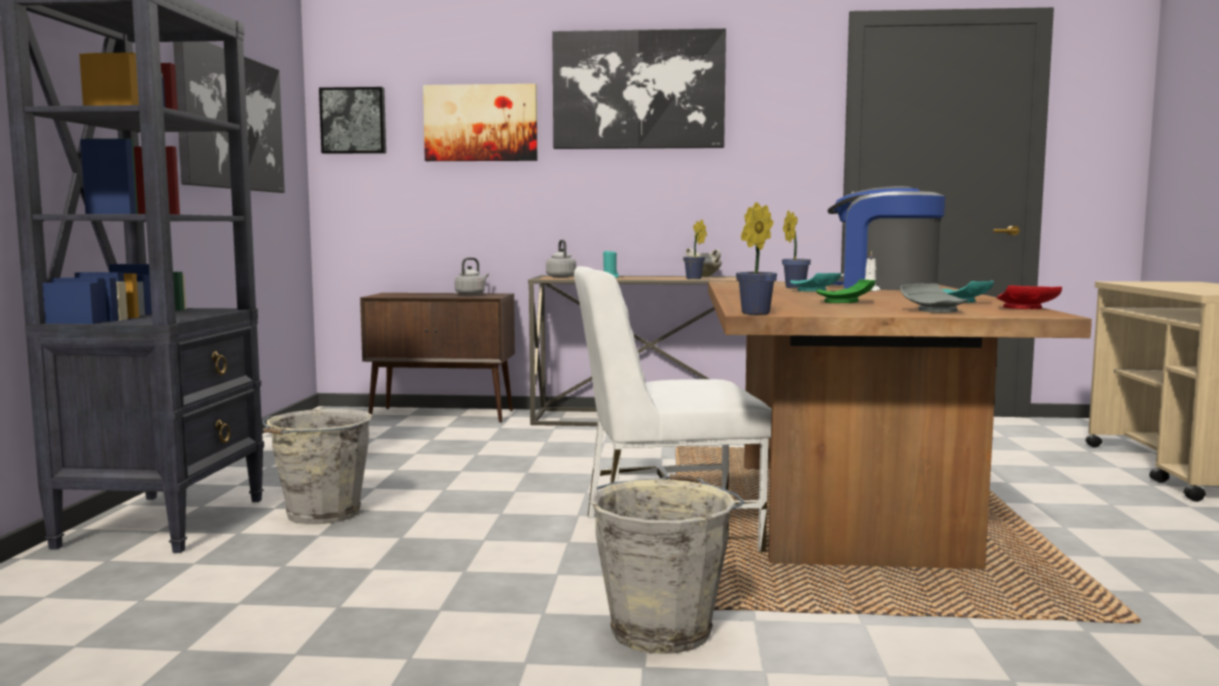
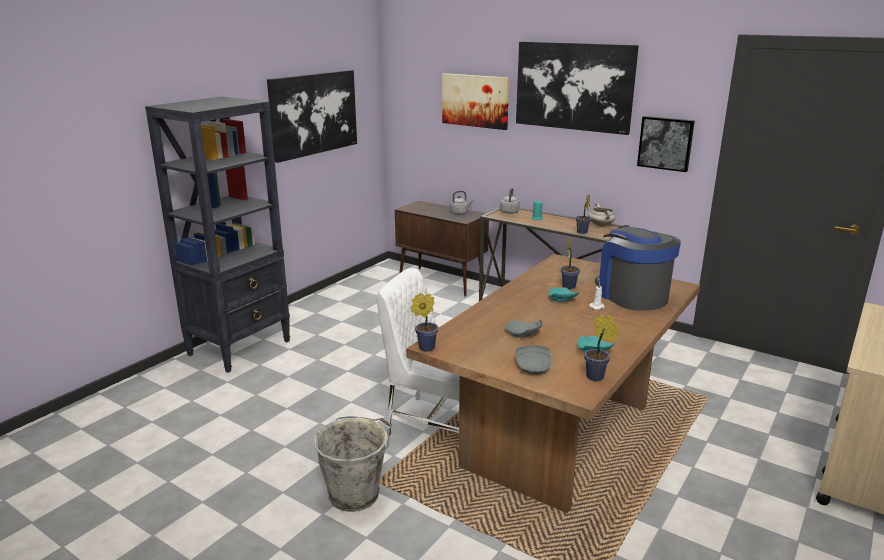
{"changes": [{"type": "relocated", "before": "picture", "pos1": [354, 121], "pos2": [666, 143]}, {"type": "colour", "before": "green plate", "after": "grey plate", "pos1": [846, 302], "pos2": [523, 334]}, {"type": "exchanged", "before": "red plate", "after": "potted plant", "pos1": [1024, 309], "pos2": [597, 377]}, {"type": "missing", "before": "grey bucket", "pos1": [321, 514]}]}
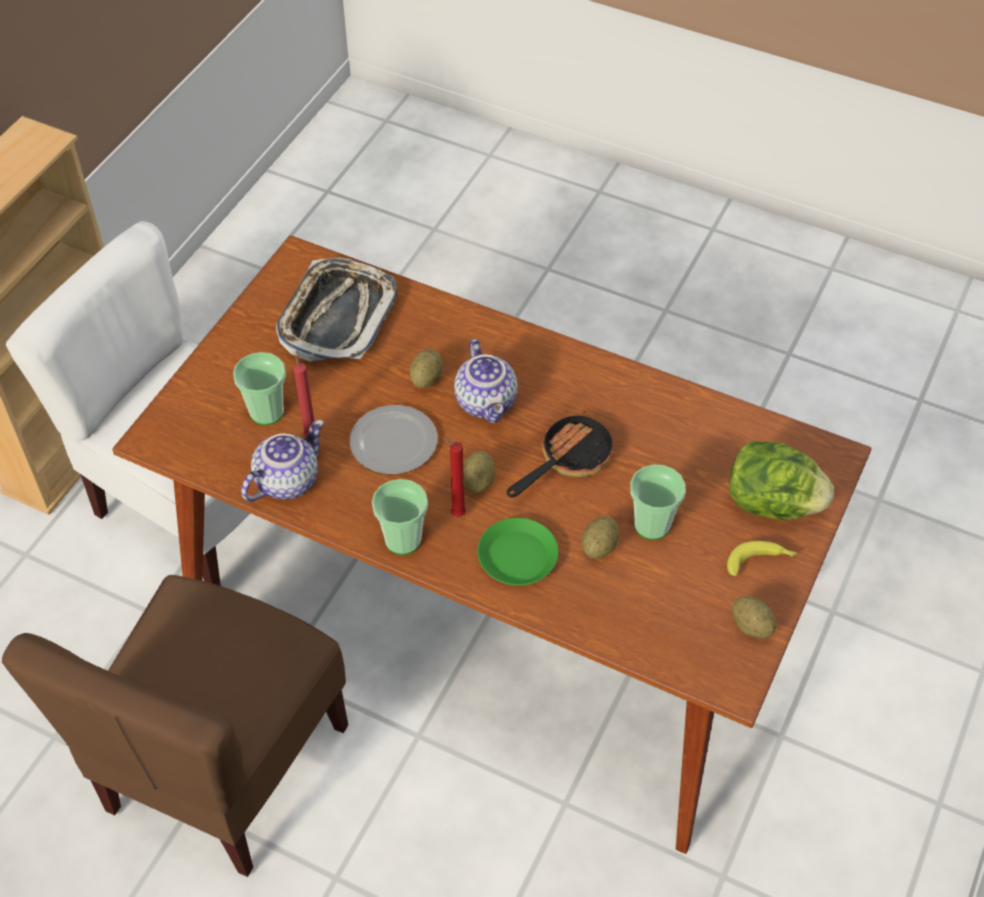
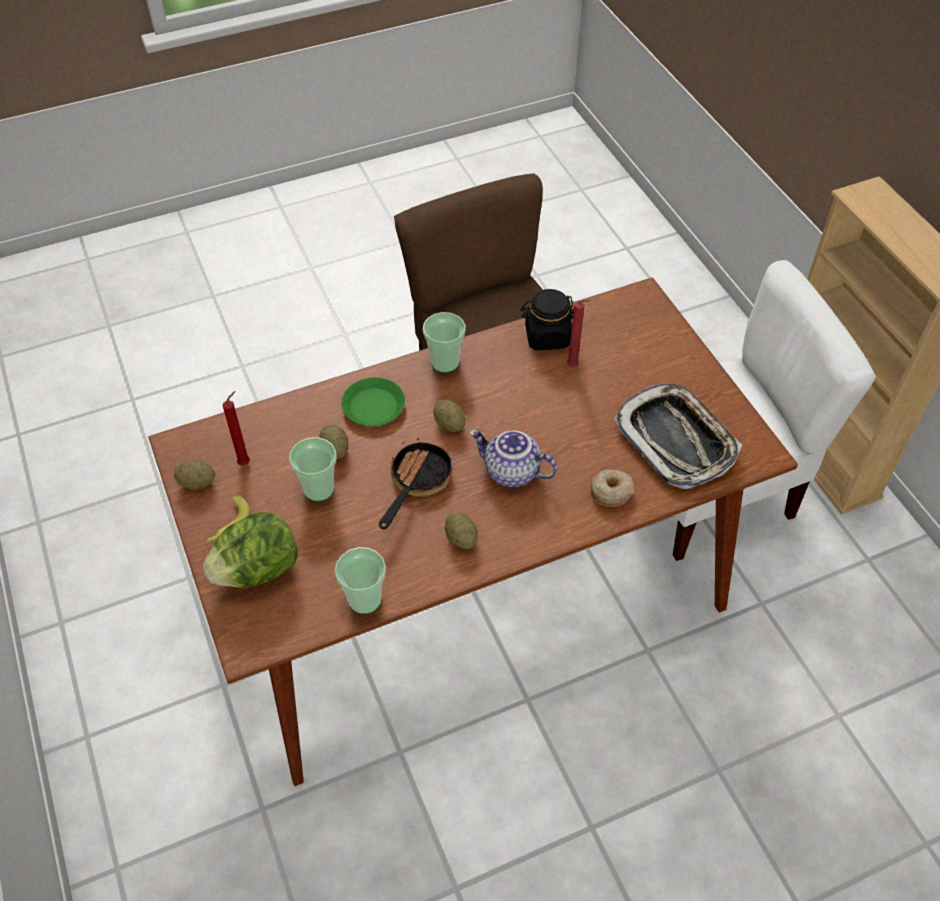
{"changes": [{"type": "relocated", "before": "potato", "pos1": [426, 379], "pos2": [461, 538]}, {"type": "relocated", "before": "cup", "pos1": [267, 412], "pos2": [365, 600]}, {"type": "missing", "before": "plate", "pos1": [395, 442]}, {"type": "spun", "before": "frying pan", "pos1": [568, 459], "pos2": [416, 482], "turn": -150}, {"type": "exchanged", "before": "teapot", "after": "black jar", "pos1": [286, 480], "pos2": [547, 336]}, {"type": "relocated", "before": "red candle", "pos1": [455, 514], "pos2": [246, 462]}, {"type": "appeared", "after": "donut", "pos2": [611, 492]}]}
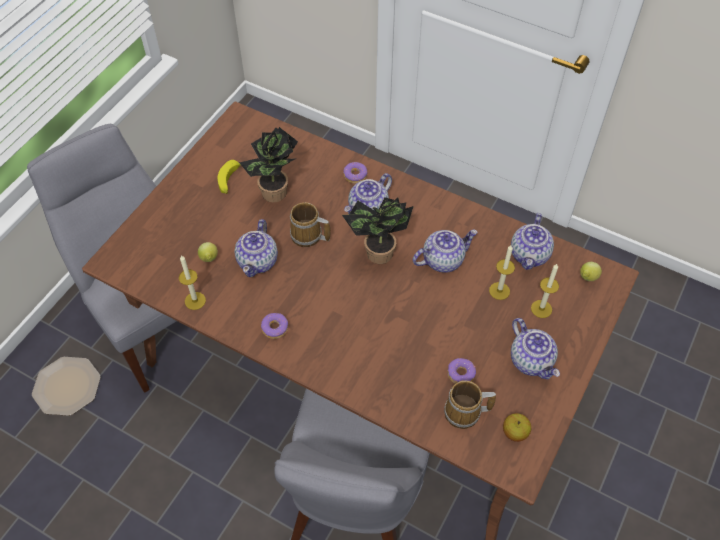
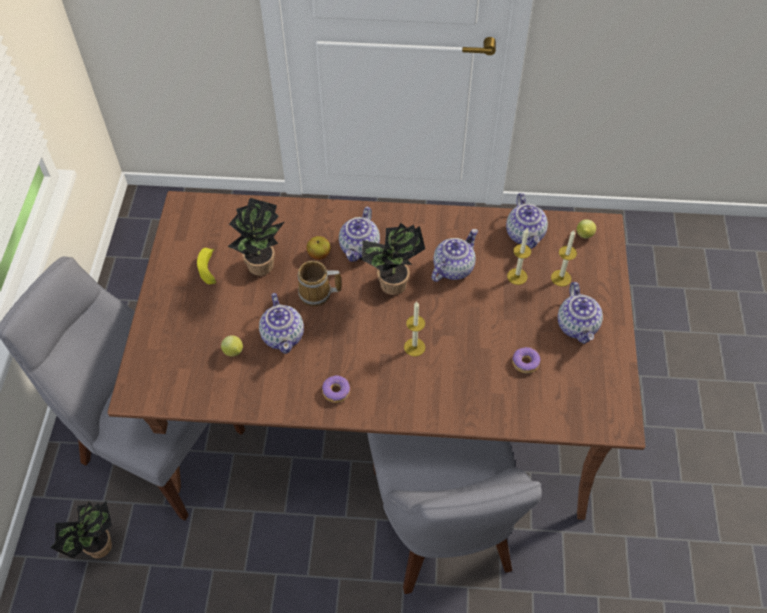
{"changes": [{"type": "missing", "before": "donut", "pos1": [355, 176]}, {"type": "relocated", "before": "candle", "pos1": [195, 301], "pos2": [414, 347]}, {"type": "spun", "before": "teapot", "pos1": [531, 361], "pos2": [578, 326], "turn": 45}, {"type": "exchanged", "before": "plate", "after": "potted plant", "pos1": [66, 386], "pos2": [98, 550]}, {"type": "missing", "before": "mug", "pos1": [465, 413]}, {"type": "relocated", "before": "apple", "pos1": [515, 432], "pos2": [319, 254]}]}
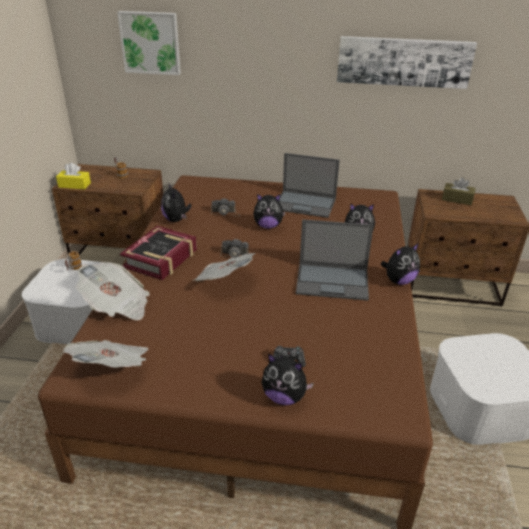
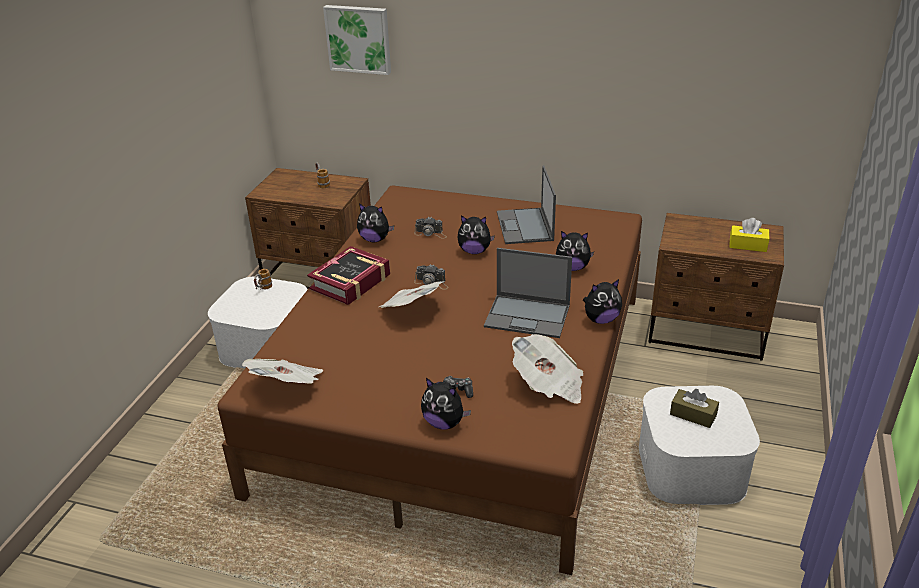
{"changes": [{"type": "missing", "before": "picture", "pos1": [403, 61]}, {"type": "spun", "before": "laptop", "pos1": [305, 204], "pos2": [525, 226], "turn": 60}, {"type": "relocated", "before": "yellow tissue box", "pos1": [74, 185], "pos2": [747, 245]}, {"type": "relocated", "before": "brown tissue box", "pos1": [457, 199], "pos2": [693, 415]}, {"type": "spun", "before": "plush toy", "pos1": [176, 220], "pos2": [375, 239], "turn": -60}, {"type": "relocated", "before": "newspaper", "pos1": [117, 306], "pos2": [548, 385]}]}
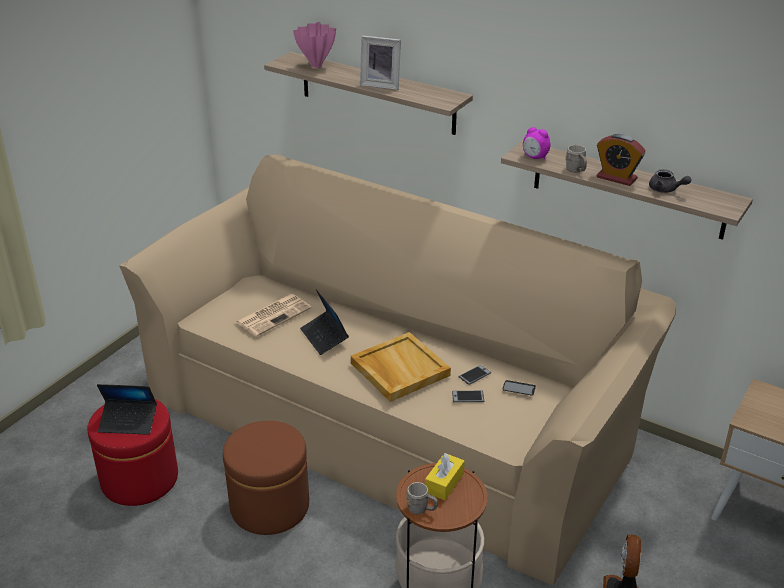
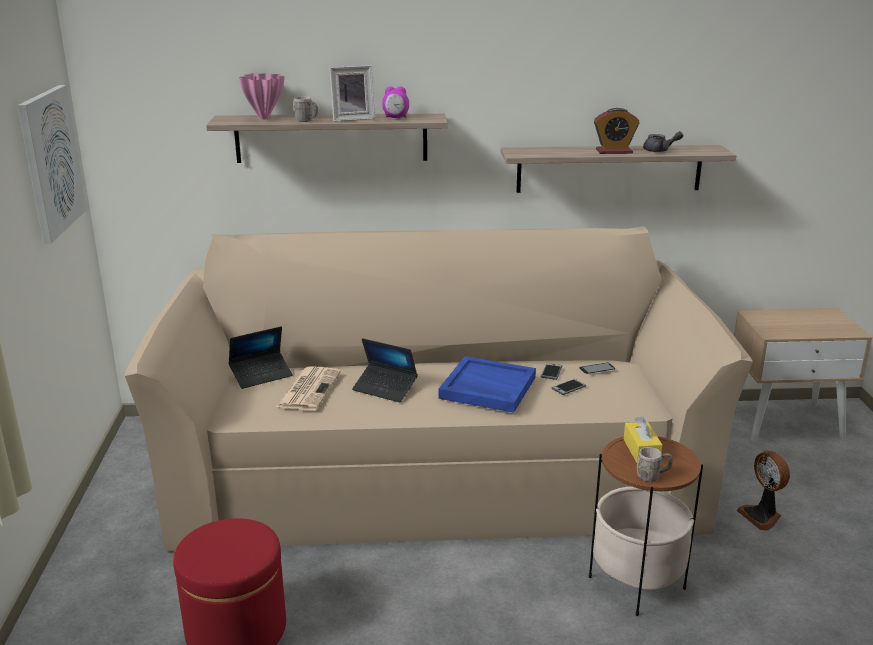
{"changes": [{"type": "relocated", "before": "alarm clock", "pos1": [535, 157], "pos2": [396, 117]}, {"type": "relocated", "before": "grey mug", "pos1": [576, 171], "pos2": [306, 121]}, {"type": "colour", "before": "beige tray", "after": "blue tray", "pos1": [399, 369], "pos2": [486, 388]}, {"type": "relocated", "before": "laptop", "pos1": [128, 422], "pos2": [261, 375]}, {"type": "missing", "before": "brown ottoman", "pos1": [270, 506]}, {"type": "appeared", "after": "picture", "pos2": [51, 162]}]}
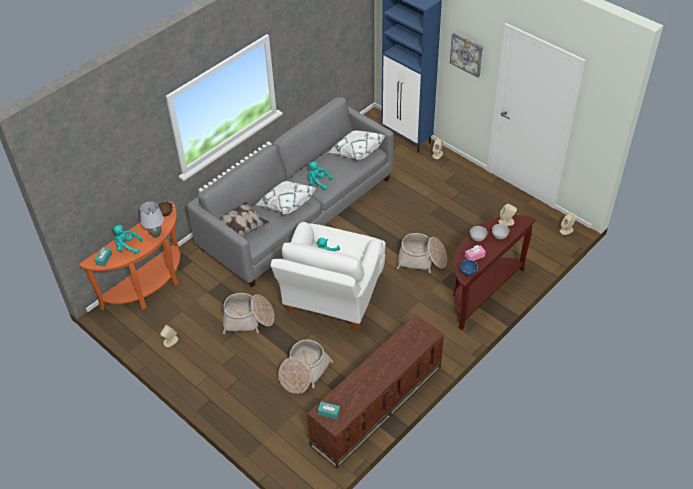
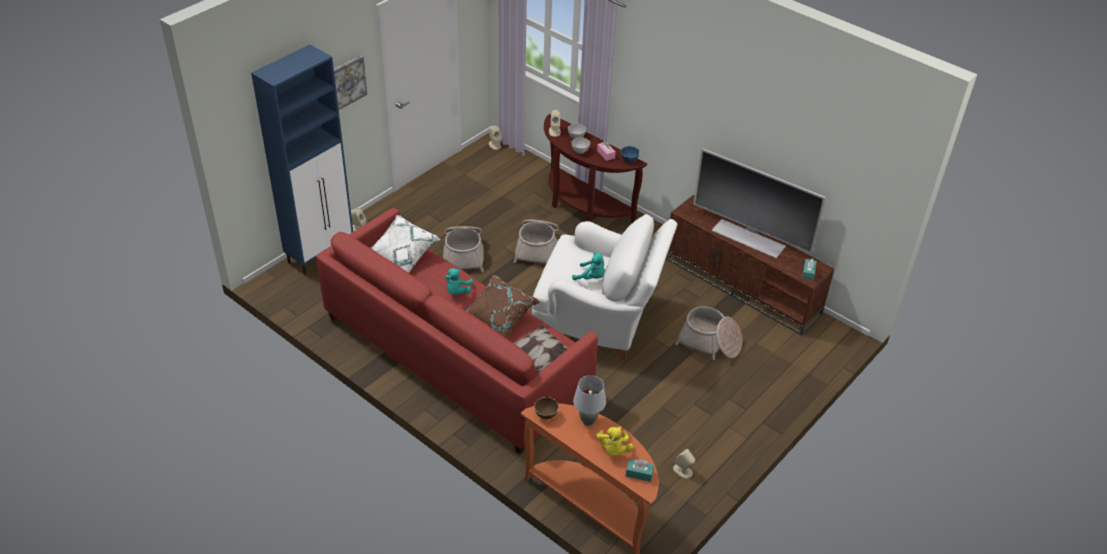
{"changes": [{"type": "colour", "before": "grey sofa", "after": "red sofa", "pos1": [297, 213], "pos2": [454, 356]}, {"type": "colour", "before": "white pillow", "after": "brown pillow", "pos1": [286, 204], "pos2": [497, 319]}, {"type": "colour", "before": "turquoise plush toy", "after": "yellow plush toy", "pos1": [127, 247], "pos2": [613, 450]}, {"type": "relocated", "before": "basket", "pos1": [248, 319], "pos2": [463, 254]}, {"type": "appeared", "after": "television", "pos2": [749, 237]}]}
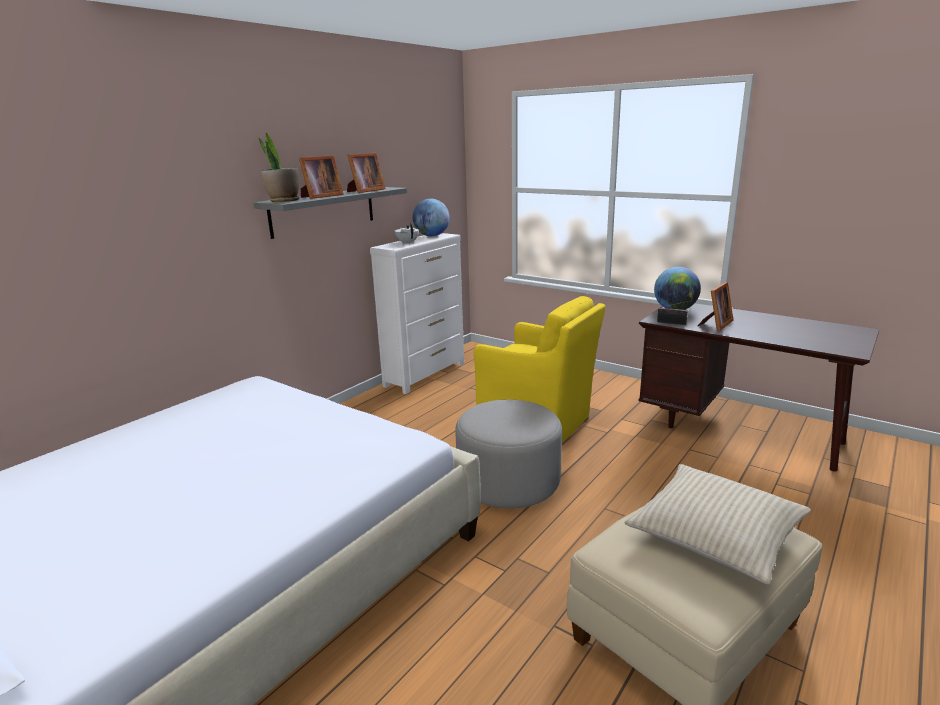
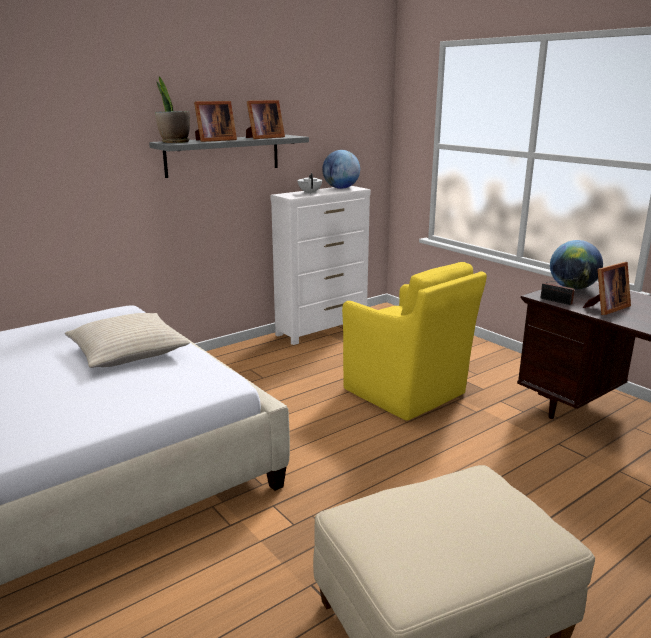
{"changes": [{"type": "missing", "before": "grey ottoman", "pos1": [509, 482]}, {"type": "relocated", "before": "beige pillow", "pos1": [715, 533], "pos2": [128, 352]}]}
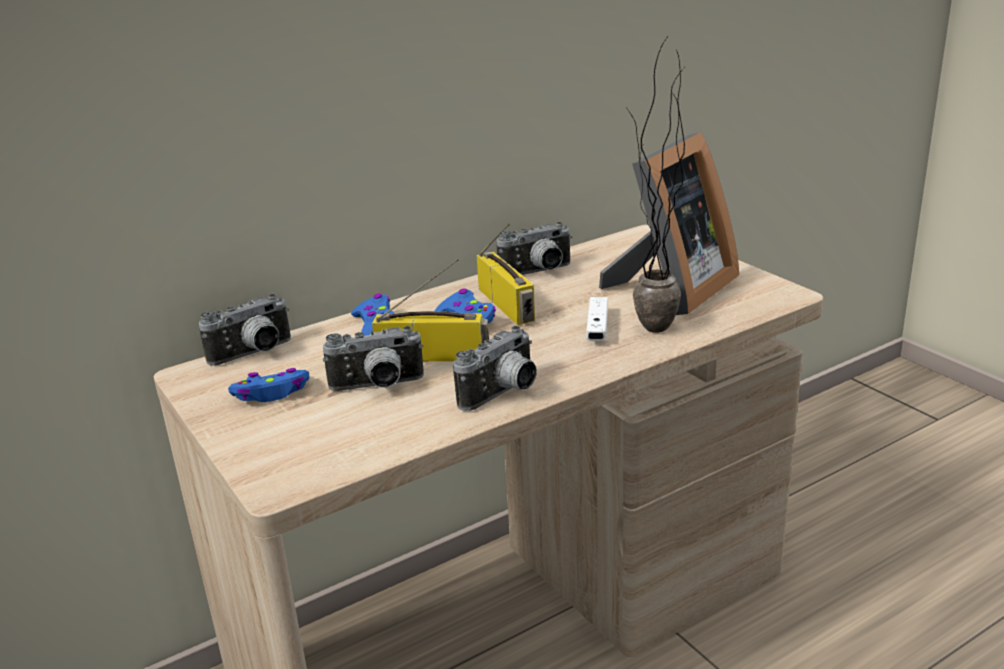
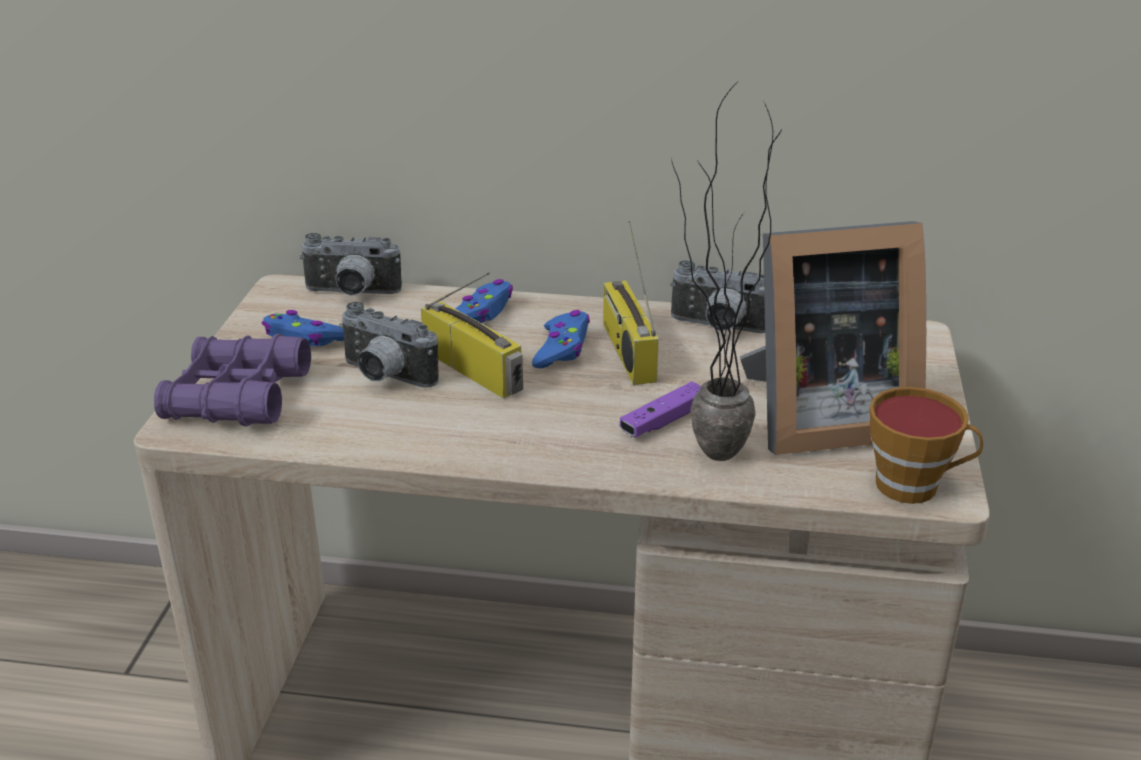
{"changes": [{"type": "spun", "before": "radio", "pos1": [508, 305], "pos2": [626, 351], "turn": 150}, {"type": "colour", "before": "white game controller", "after": "purple game controller", "pos1": [597, 328], "pos2": [664, 421]}, {"type": "missing", "before": "photo camera", "pos1": [504, 394]}, {"type": "appeared", "after": "purple binoculars", "pos2": [237, 397]}, {"type": "appeared", "after": "cup", "pos2": [914, 486]}]}
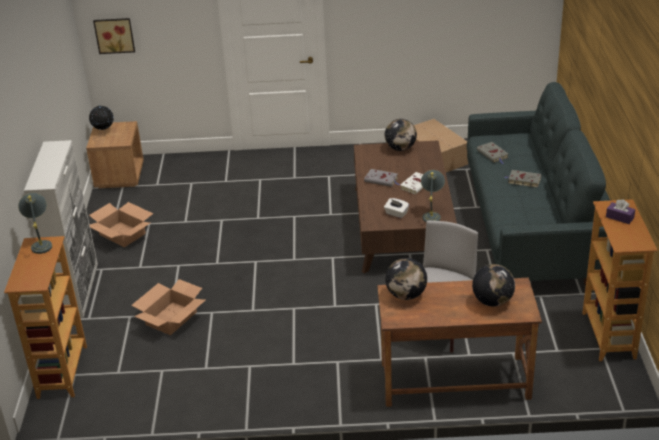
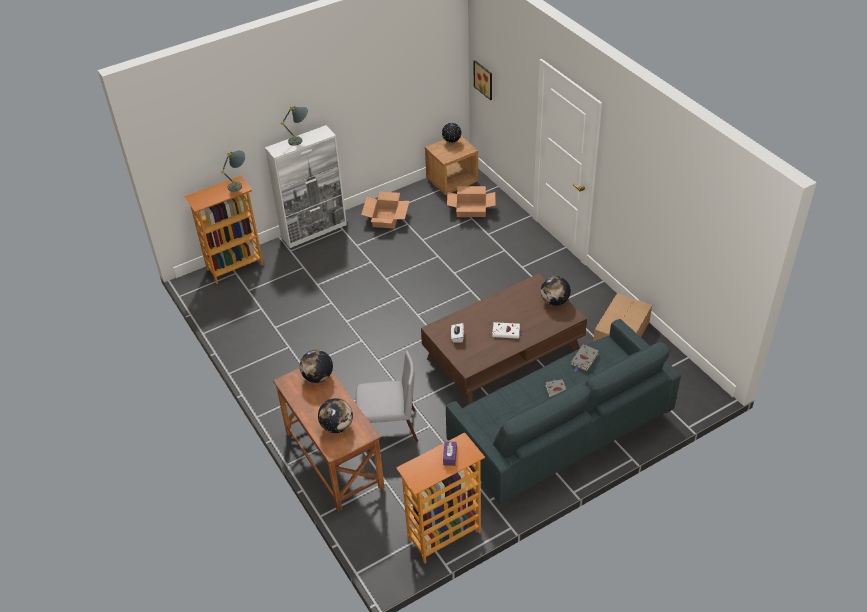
{"changes": [{"type": "missing", "before": "grey book", "pos1": [382, 180]}, {"type": "relocated", "before": "grey table lamp", "pos1": [432, 214], "pos2": [300, 140]}, {"type": "relocated", "before": "cardboard box", "pos1": [171, 318], "pos2": [471, 210]}]}
